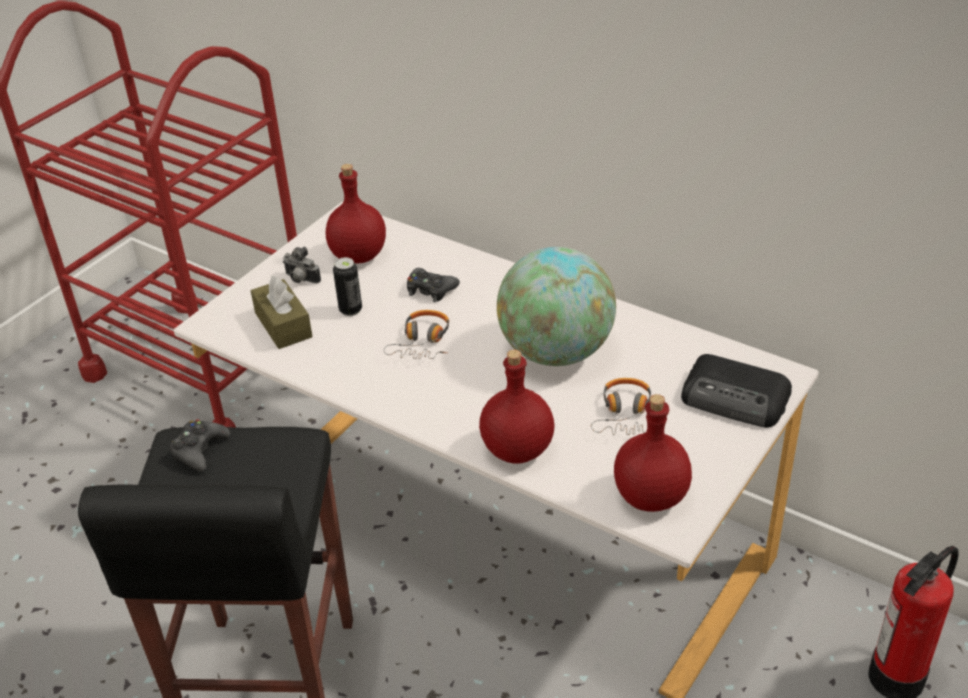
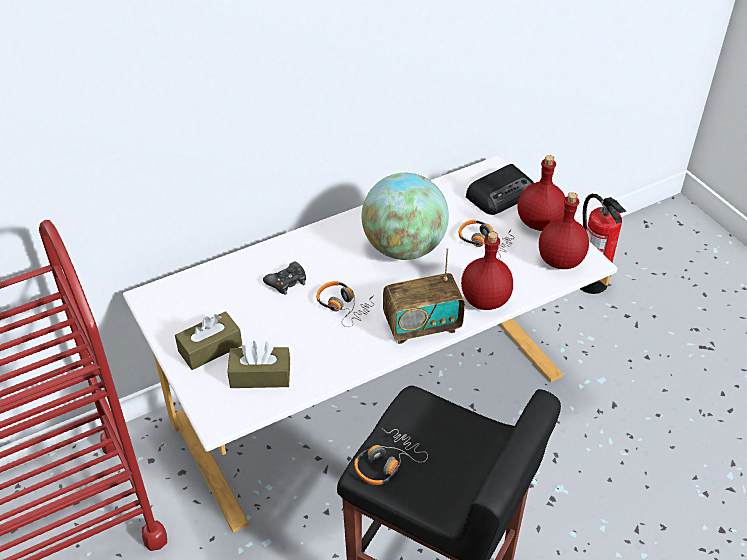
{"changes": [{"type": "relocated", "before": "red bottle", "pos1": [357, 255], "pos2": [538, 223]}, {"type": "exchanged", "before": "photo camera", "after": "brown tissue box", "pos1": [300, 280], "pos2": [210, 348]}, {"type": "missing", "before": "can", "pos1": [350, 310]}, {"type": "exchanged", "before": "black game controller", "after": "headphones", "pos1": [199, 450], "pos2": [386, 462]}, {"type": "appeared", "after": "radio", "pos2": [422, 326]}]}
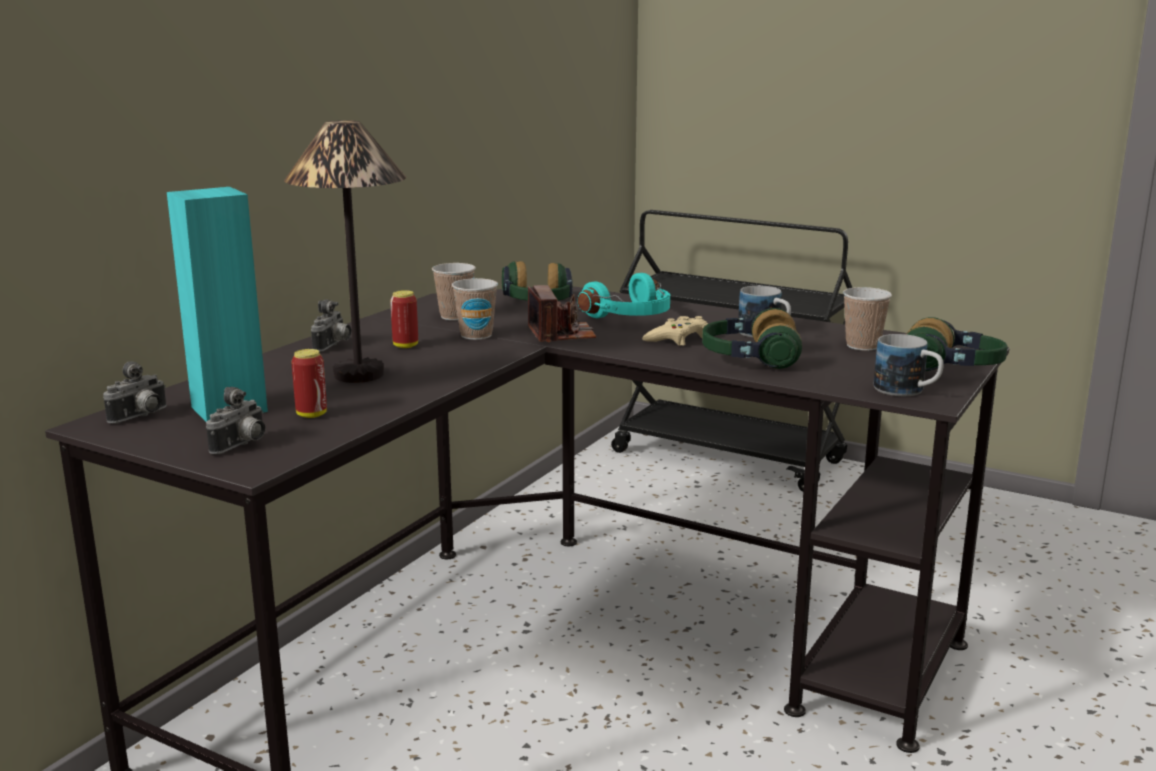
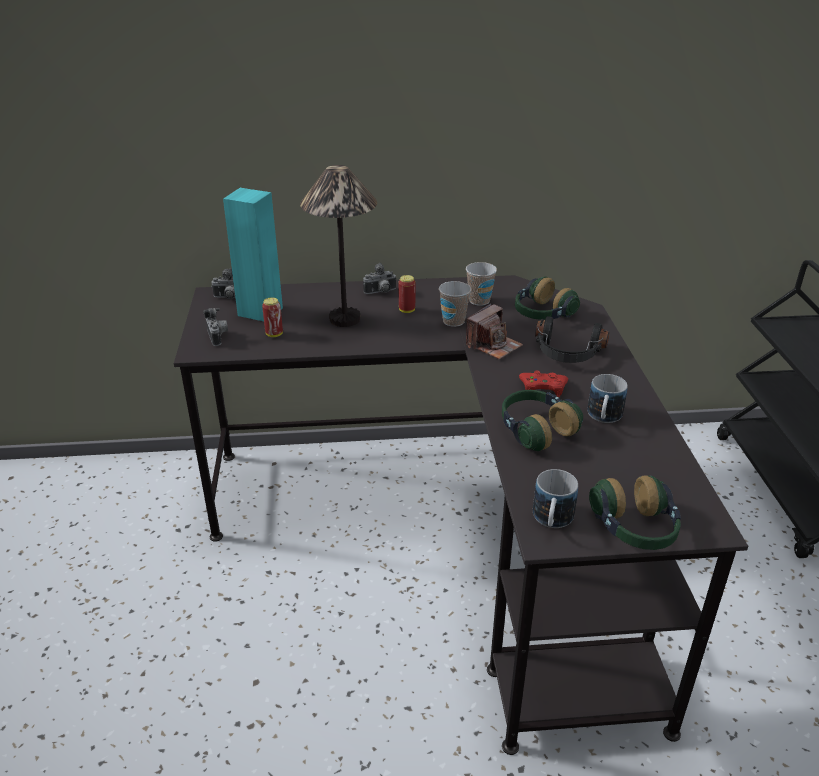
{"changes": [{"type": "colour", "before": "turquoise headphones", "after": "black headphones", "pos1": [632, 316], "pos2": [567, 354]}, {"type": "missing", "before": "cup", "pos1": [862, 346]}, {"type": "colour", "before": "beige game controller", "after": "red game controller", "pos1": [677, 339], "pos2": [543, 387]}, {"type": "spun", "before": "photo camera", "pos1": [242, 445], "pos2": [218, 337], "turn": -105}]}
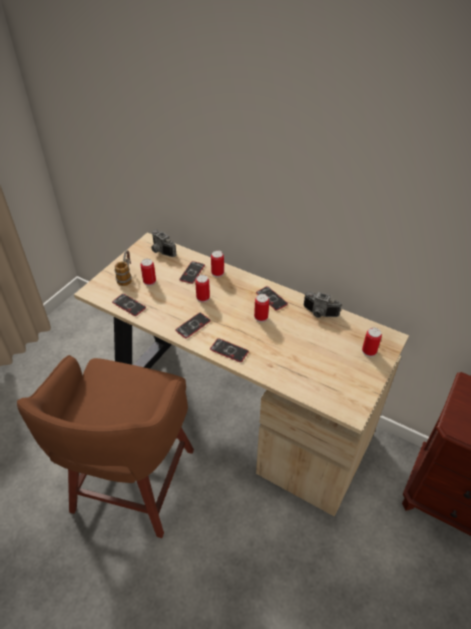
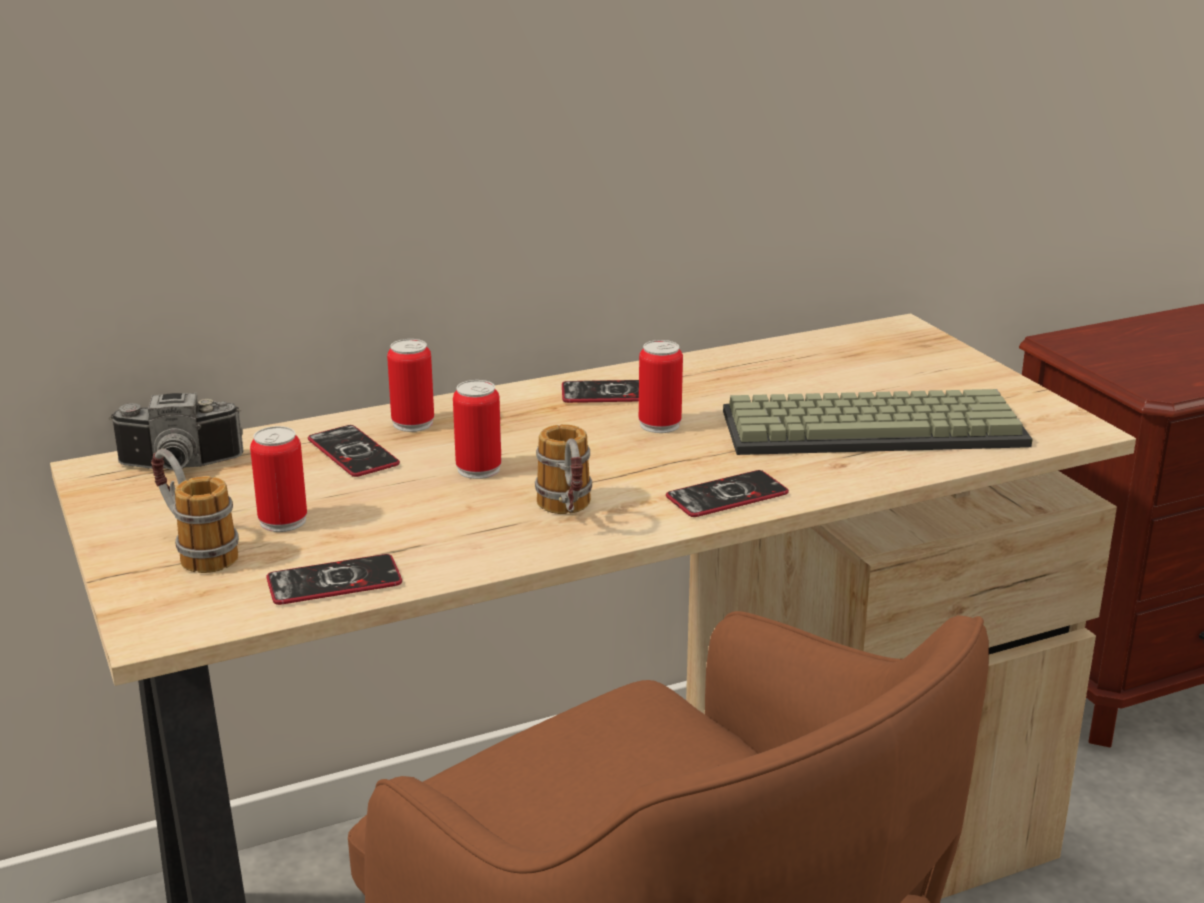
{"changes": [{"type": "missing", "before": "photo camera", "pos1": [319, 314]}, {"type": "exchanged", "before": "phone", "after": "mug", "pos1": [193, 326], "pos2": [568, 514]}, {"type": "missing", "before": "can", "pos1": [369, 351]}, {"type": "appeared", "after": "keyboard", "pos2": [875, 427]}]}
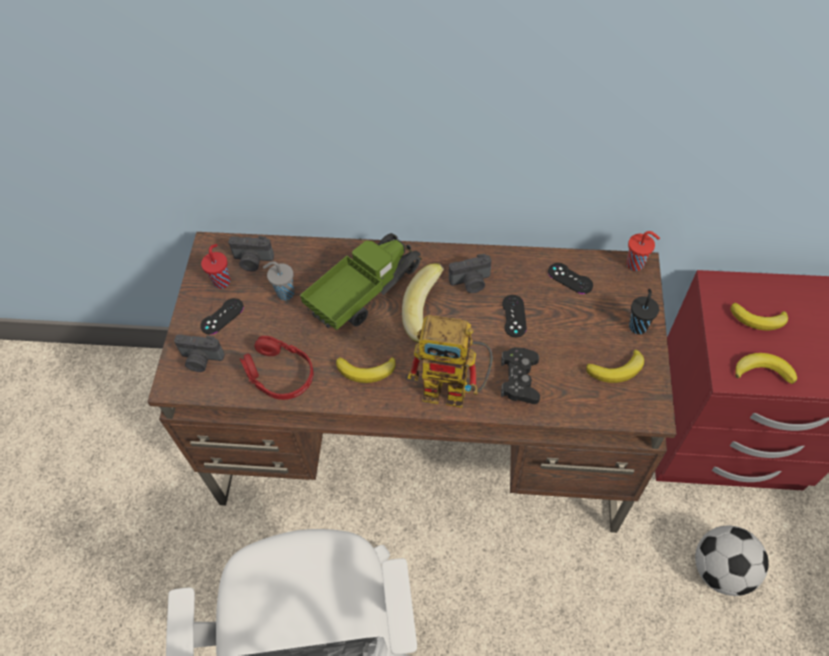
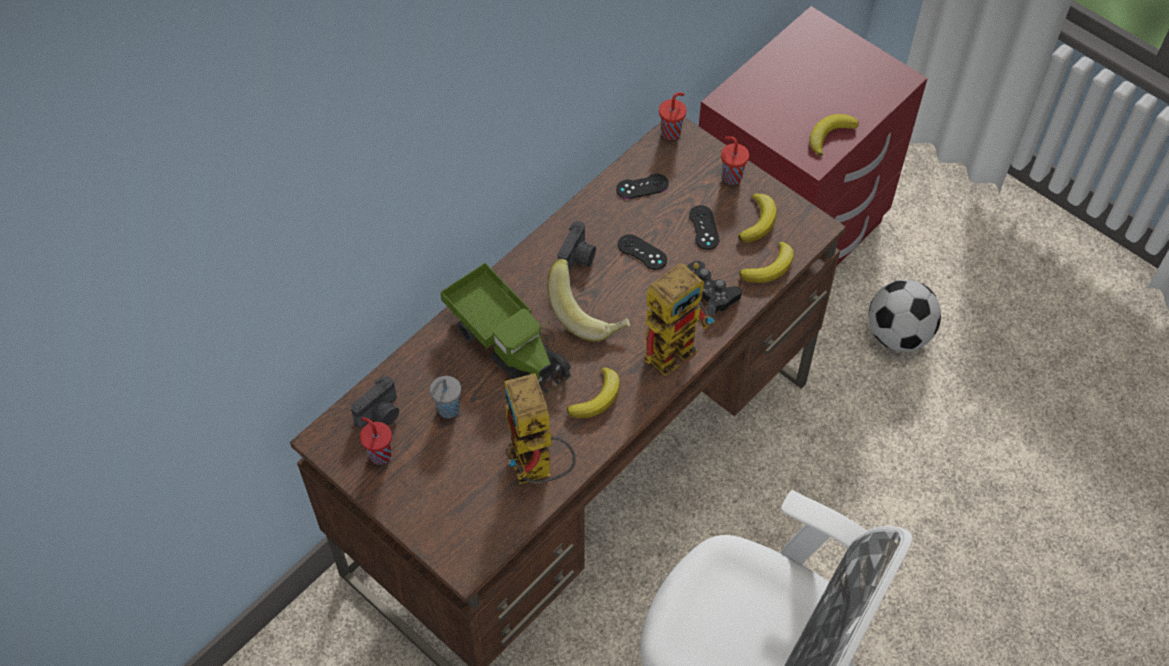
{"changes": [{"type": "spun", "before": "toy truck", "pos1": [364, 291], "pos2": [508, 345], "turn": 150}, {"type": "colour", "before": "black cup", "after": "red cup", "pos1": [638, 325], "pos2": [731, 176]}, {"type": "relocated", "before": "black game controller", "pos1": [222, 316], "pos2": [704, 227]}, {"type": "relocated", "before": "banana", "pos1": [758, 319], "pos2": [769, 267]}, {"type": "missing", "before": "photo camera", "pos1": [201, 360]}, {"type": "exchanged", "before": "red headphones", "after": "toy robot", "pos1": [279, 374], "pos2": [537, 469]}]}
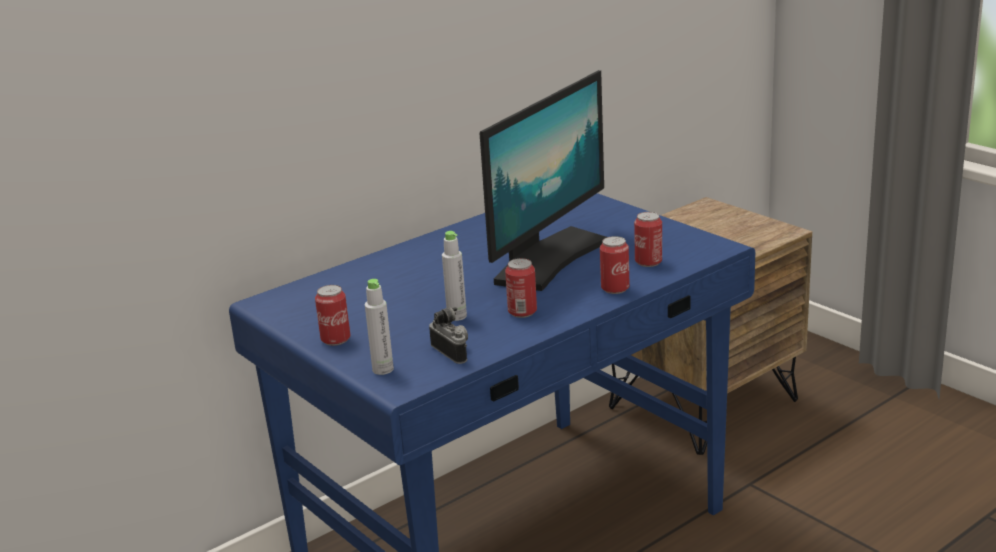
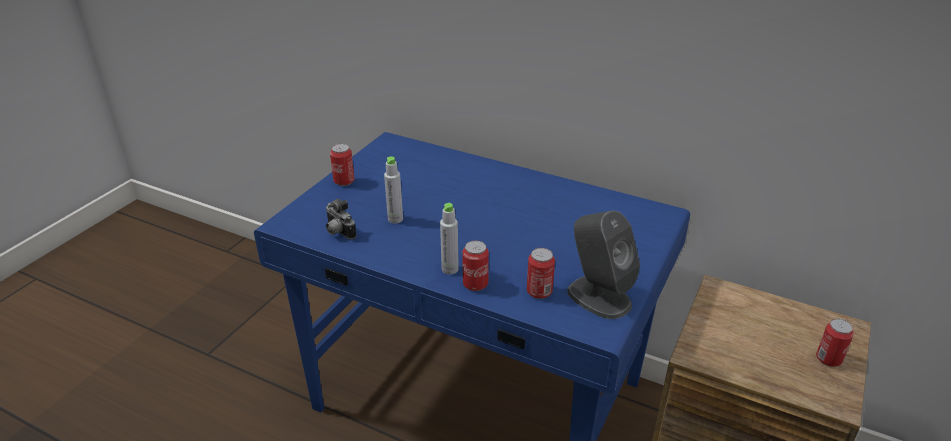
{"changes": [{"type": "missing", "before": "monitor", "pos1": [548, 260]}, {"type": "relocated", "before": "can", "pos1": [522, 312], "pos2": [828, 359]}, {"type": "relocated", "before": "grey bottle", "pos1": [383, 369], "pos2": [450, 269]}, {"type": "spun", "before": "photo camera", "pos1": [454, 352], "pos2": [338, 232], "turn": 105}, {"type": "appeared", "after": "grey speaker", "pos2": [598, 297]}]}
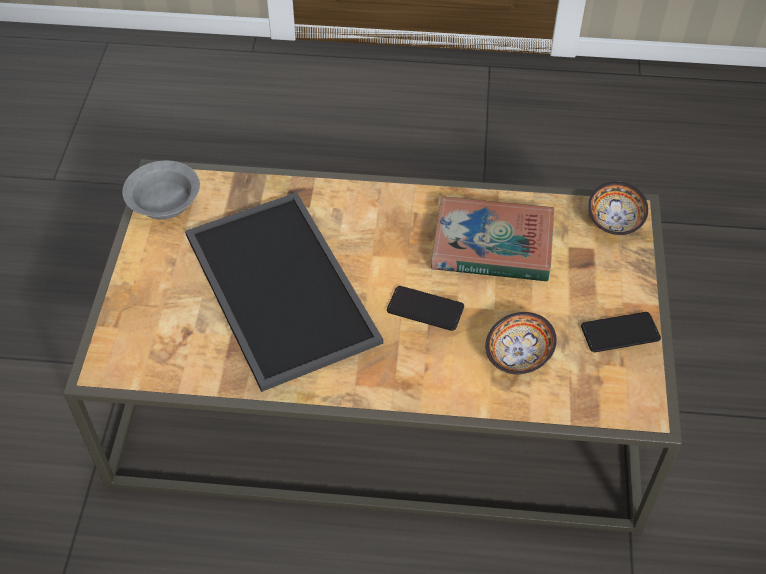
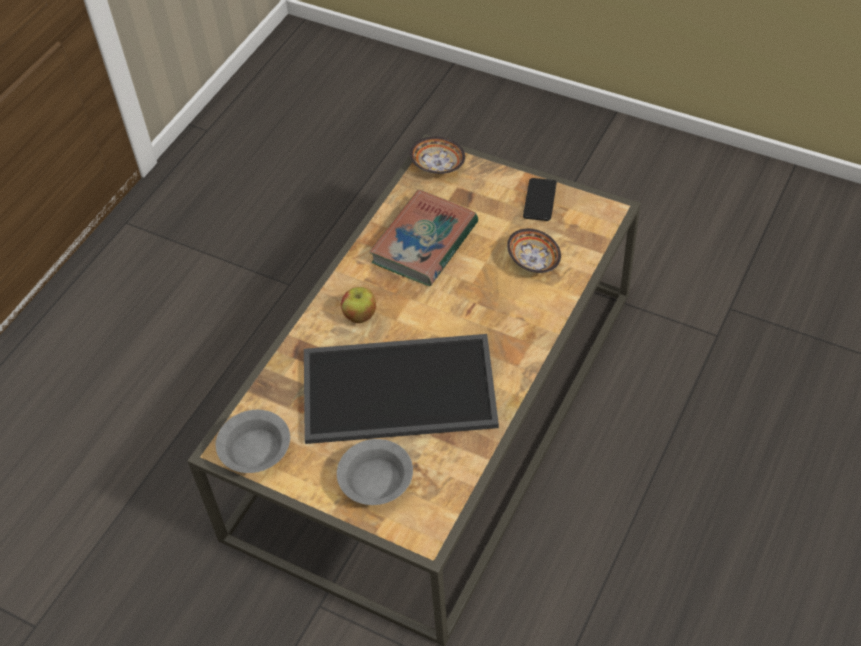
{"changes": [{"type": "missing", "before": "phone", "pos1": [425, 309]}, {"type": "appeared", "after": "apple", "pos2": [360, 315]}, {"type": "appeared", "after": "grey bowl", "pos2": [376, 481]}]}
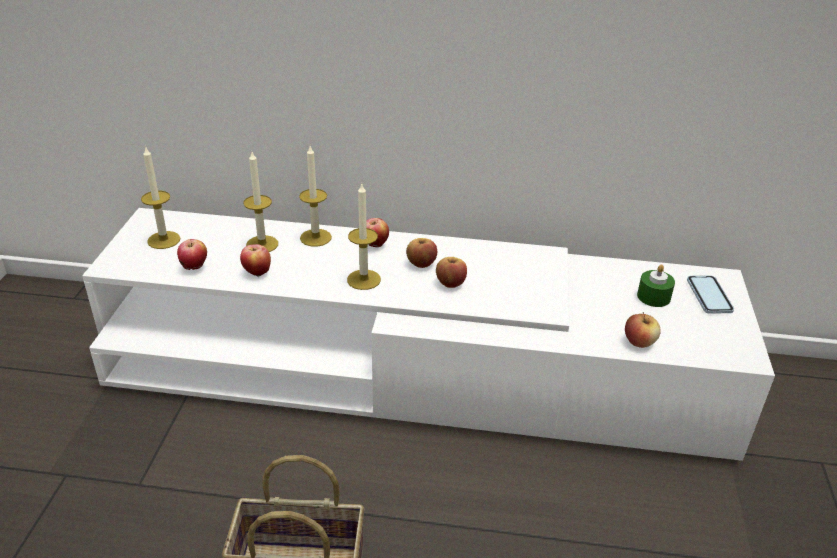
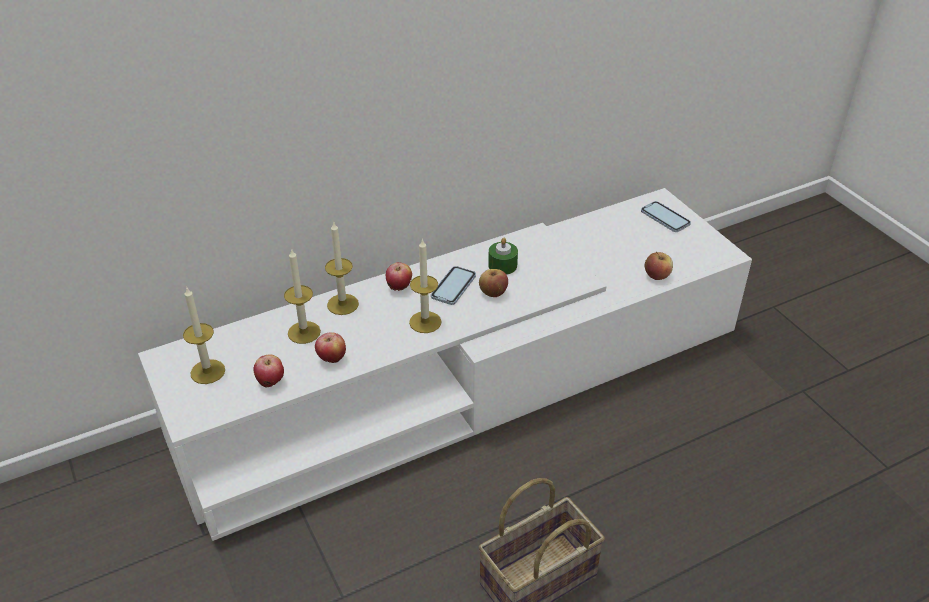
{"changes": [{"type": "exchanged", "before": "apple", "after": "phone", "pos1": [421, 264], "pos2": [453, 287]}, {"type": "relocated", "before": "green candle", "pos1": [653, 297], "pos2": [502, 265]}]}
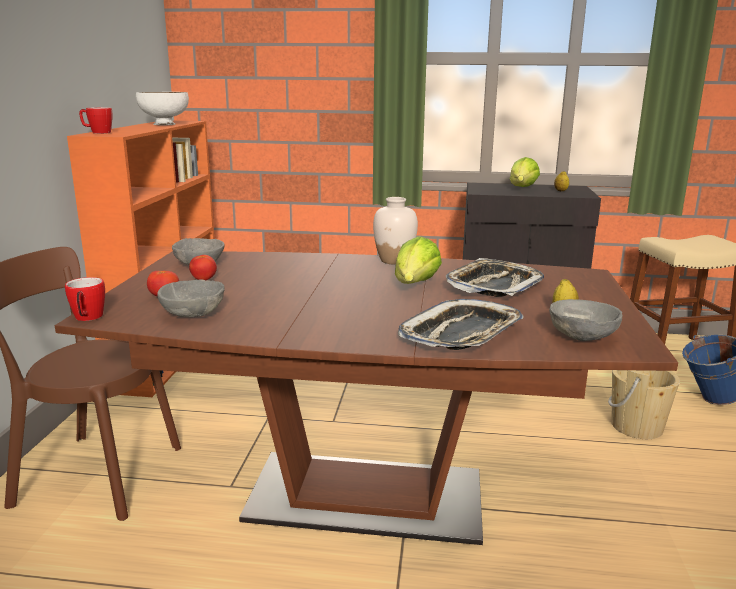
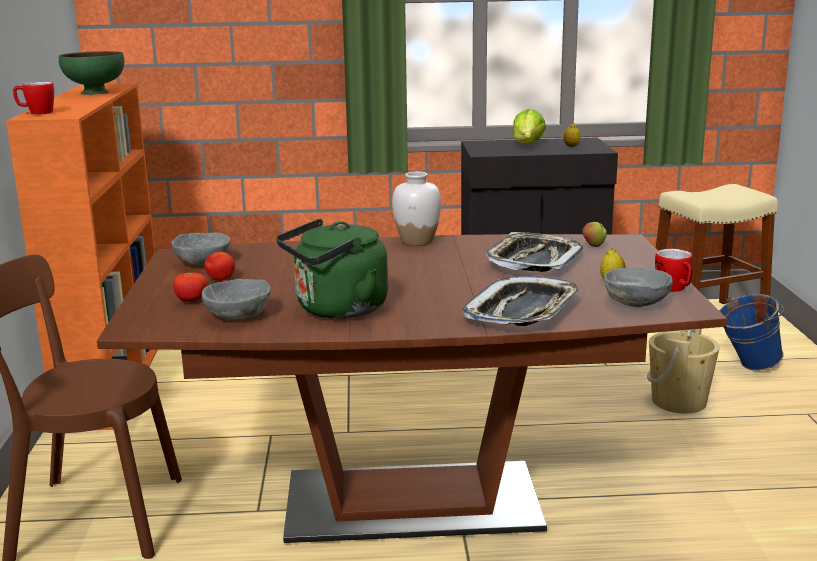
{"changes": [{"type": "colour", "before": "white bowl", "after": "green bowl", "pos1": [165, 124], "pos2": [95, 93]}, {"type": "missing", "before": "lettuce", "pos1": [415, 285]}, {"type": "relocated", "before": "mug", "pos1": [87, 318], "pos2": [675, 289]}, {"type": "appeared", "after": "green kettle", "pos2": [337, 310]}, {"type": "appeared", "after": "apple", "pos2": [593, 246]}]}
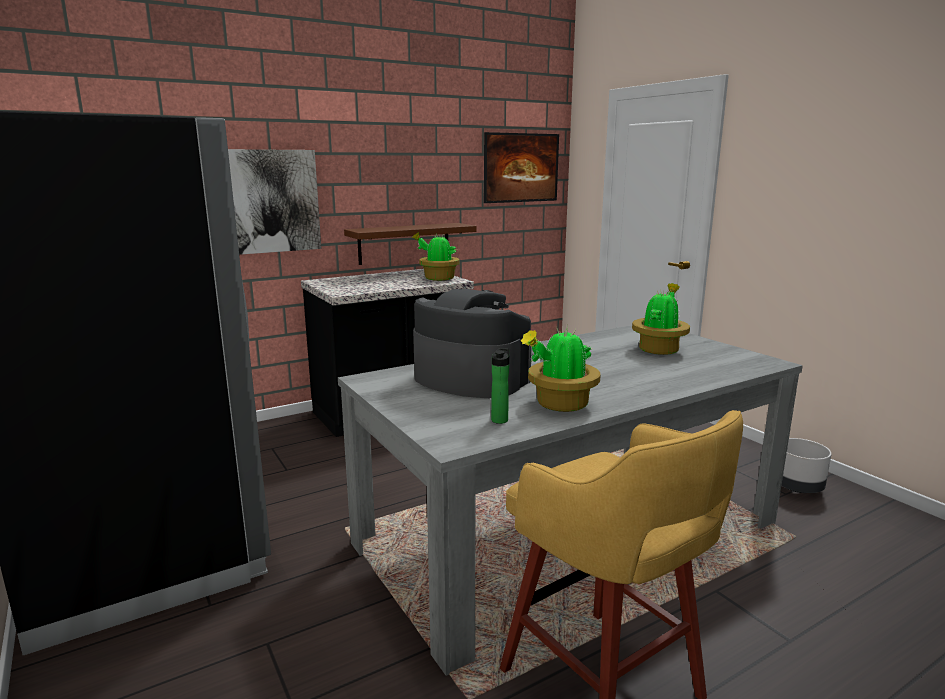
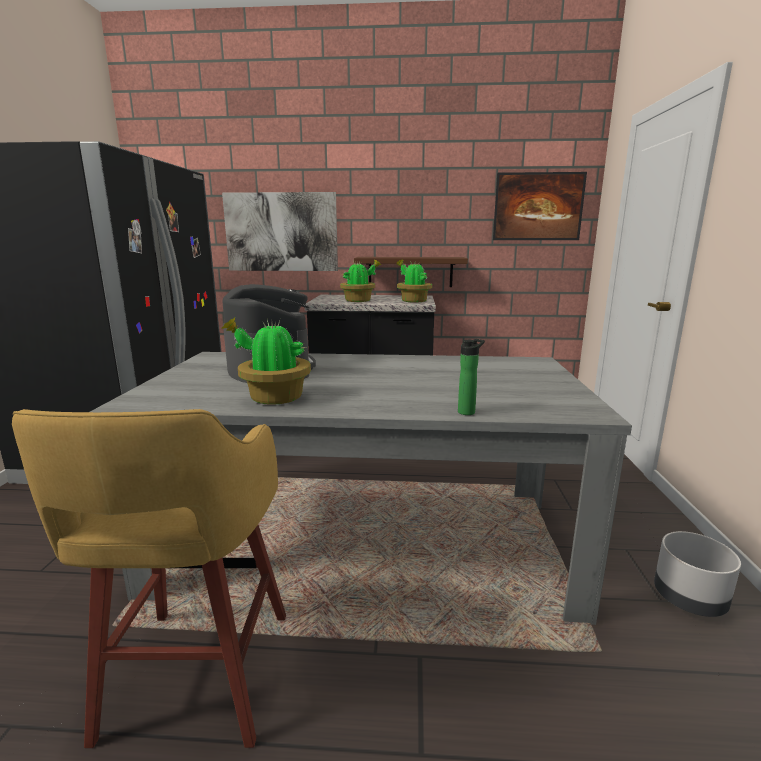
{"changes": [{"type": "relocated", "before": "potted plant", "pos1": [659, 349], "pos2": [359, 301]}, {"type": "relocated", "before": "bottle", "pos1": [500, 419], "pos2": [468, 411]}]}
